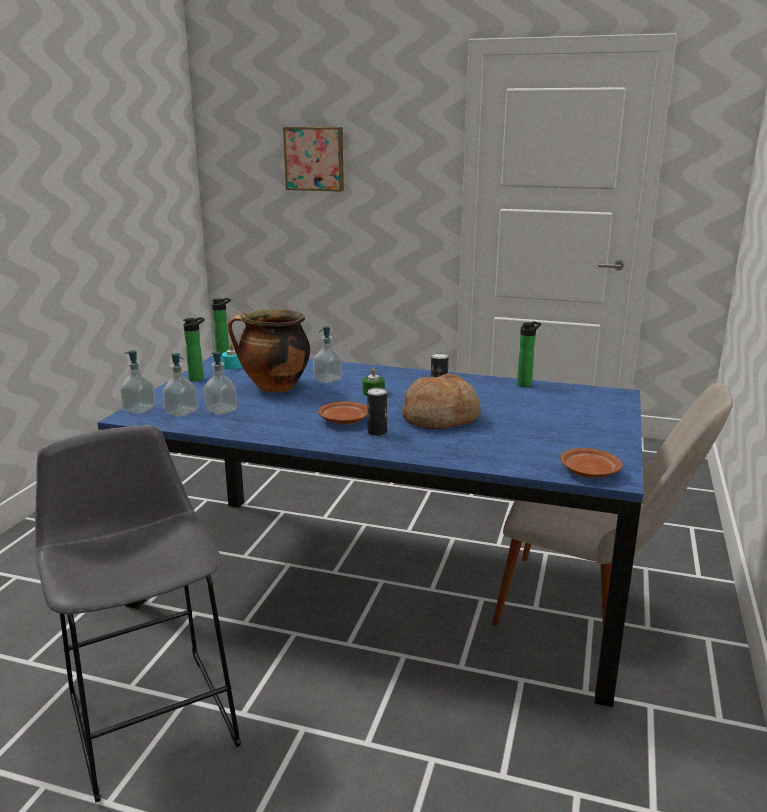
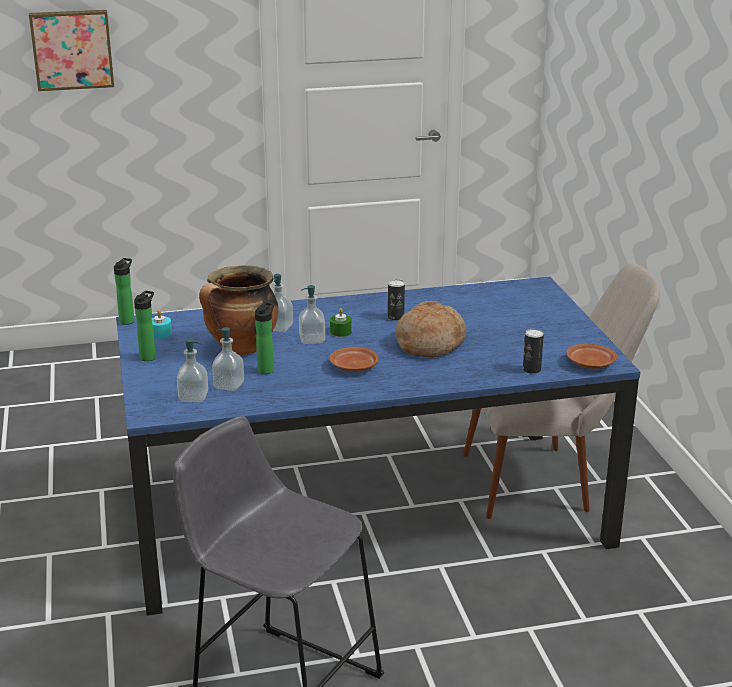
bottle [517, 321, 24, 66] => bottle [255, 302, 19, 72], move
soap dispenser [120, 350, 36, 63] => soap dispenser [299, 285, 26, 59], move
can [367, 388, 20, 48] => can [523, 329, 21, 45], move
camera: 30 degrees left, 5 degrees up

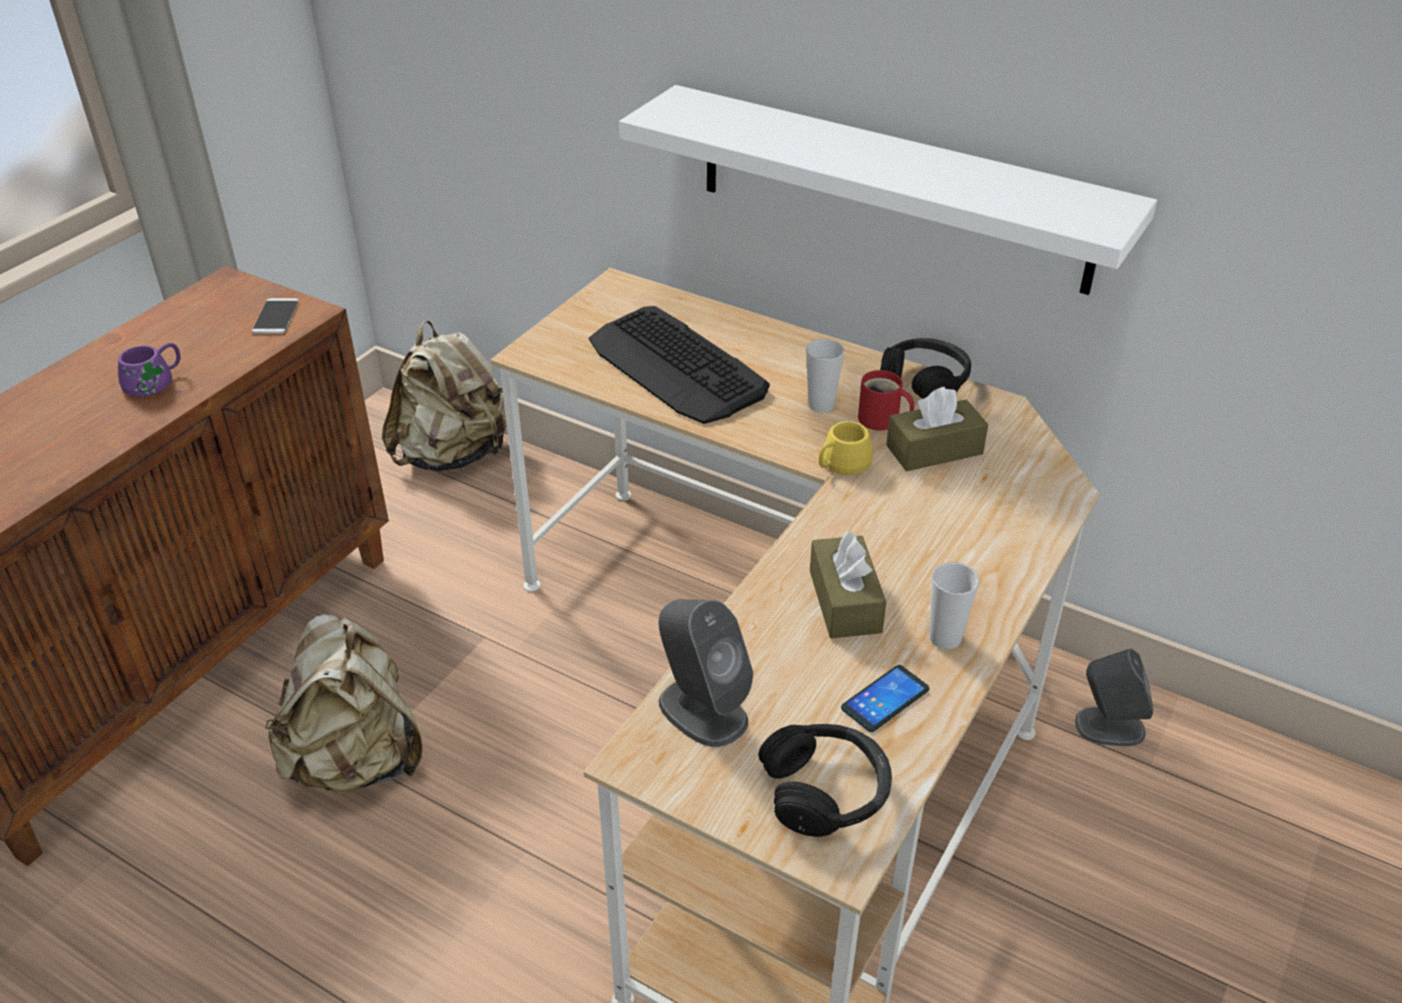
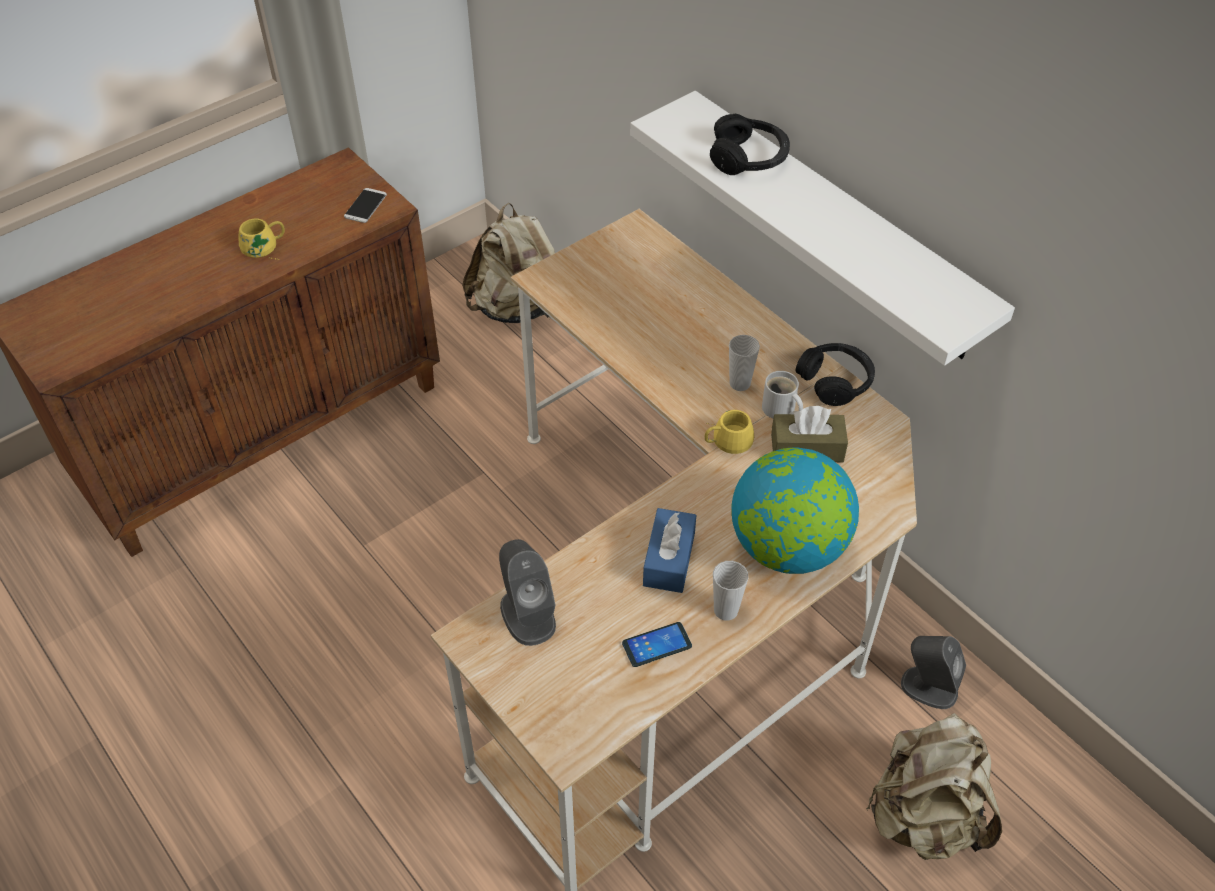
keyboard [589, 306, 181, 118] => nothing
purple mug [118, 343, 63, 54] => yellow mug [238, 219, 47, 41]
red mug [858, 370, 56, 60] => white mug [762, 371, 41, 48]
brown tissue box [810, 531, 76, 107] => blue tissue box [643, 508, 53, 85]
beige backpack [265, 614, 158, 181] => beige backpack [866, 713, 136, 147], move
black headphones [758, 724, 134, 113] => black headphones [710, 114, 80, 61], move
nothing => globe [731, 447, 128, 127]
camera: 20 degrees right, 10 degrees up

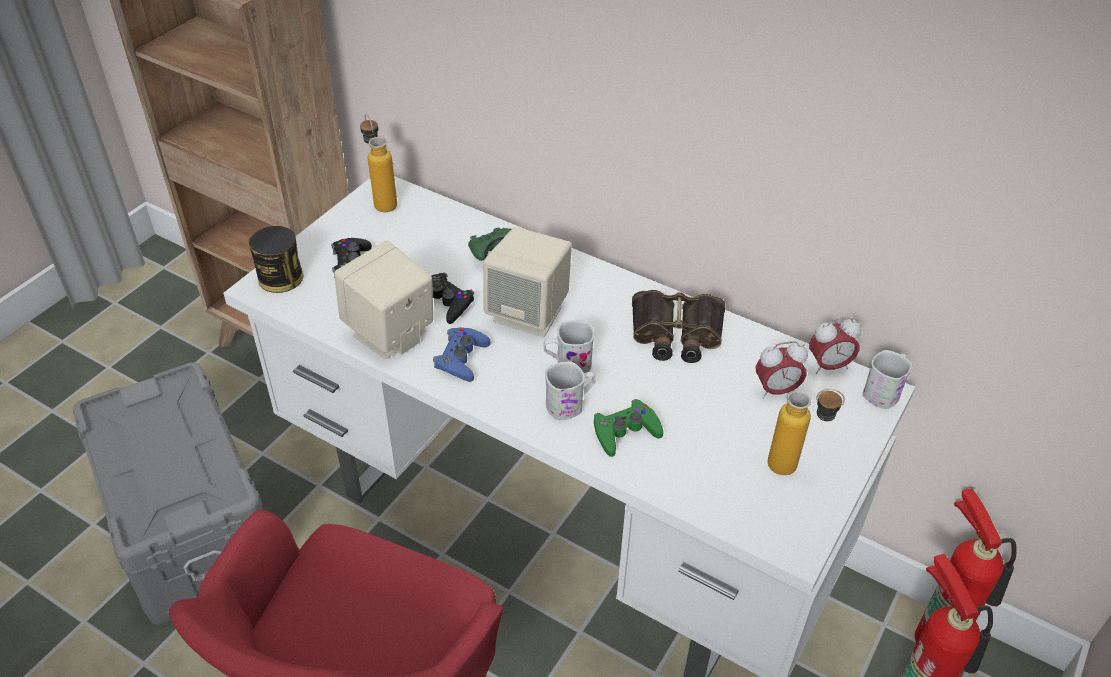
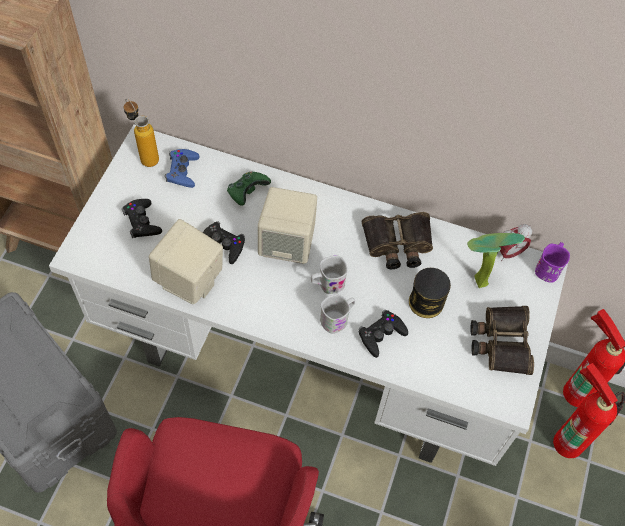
can [249, 226, 54, 67] => can [409, 268, 42, 50], move
blue game controller [433, 327, 58, 55] => blue game controller [165, 149, 34, 39], move
alarm clock [756, 341, 52, 58] => potted plant [467, 233, 58, 55]
white mug [863, 350, 49, 59] => purple mug [535, 242, 35, 41]
bottle [768, 389, 77, 86] => binoculars [471, 306, 63, 69]
green game controller [594, 399, 69, 58] => black game controller [359, 310, 49, 48]
camera: 15 degrees left, 15 degrees up

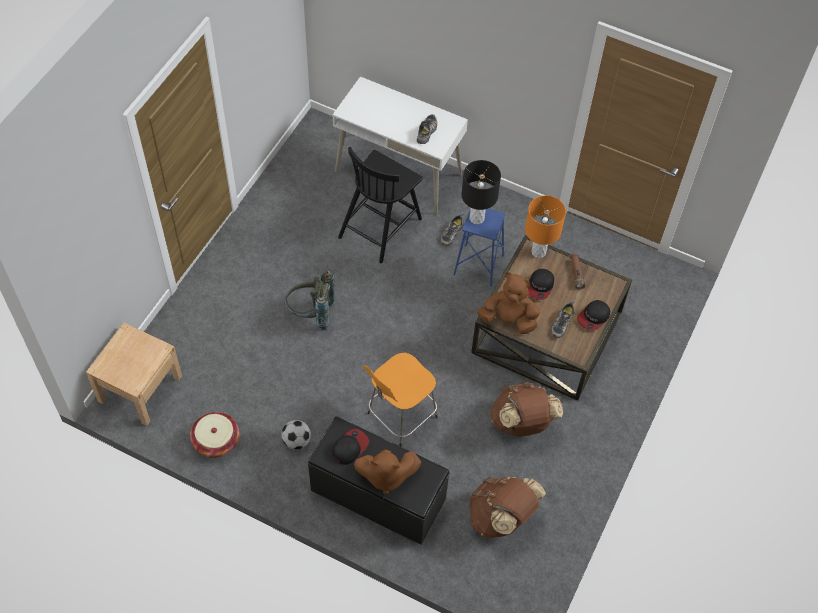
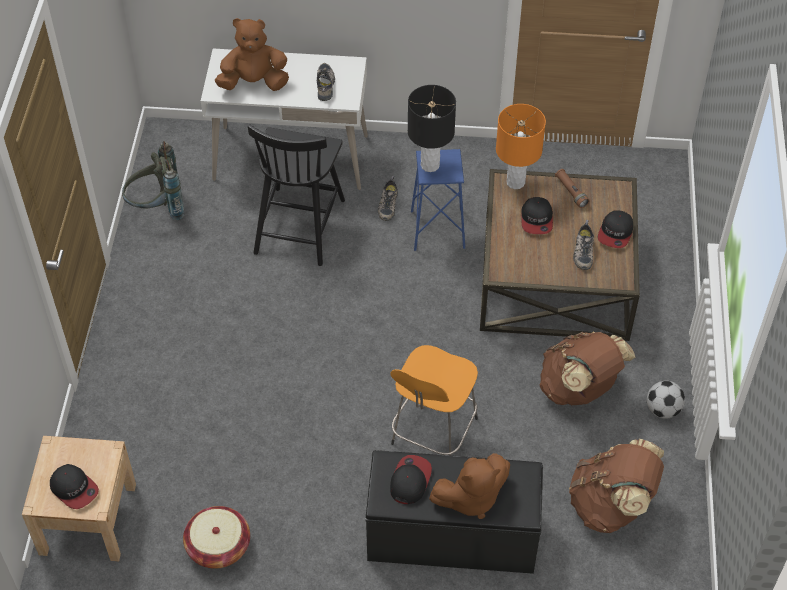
grey backpack [285, 271, 50, 59] => grey backpack [122, 141, 62, 79], move
brown plush toy [477, 273, 63, 61] => brown plush toy [215, 18, 74, 73], move
football [281, 420, 30, 30] => football [647, 381, 38, 37], move
nothing => cap [50, 464, 49, 45]
camera: 20 degrees left, 5 degrees down

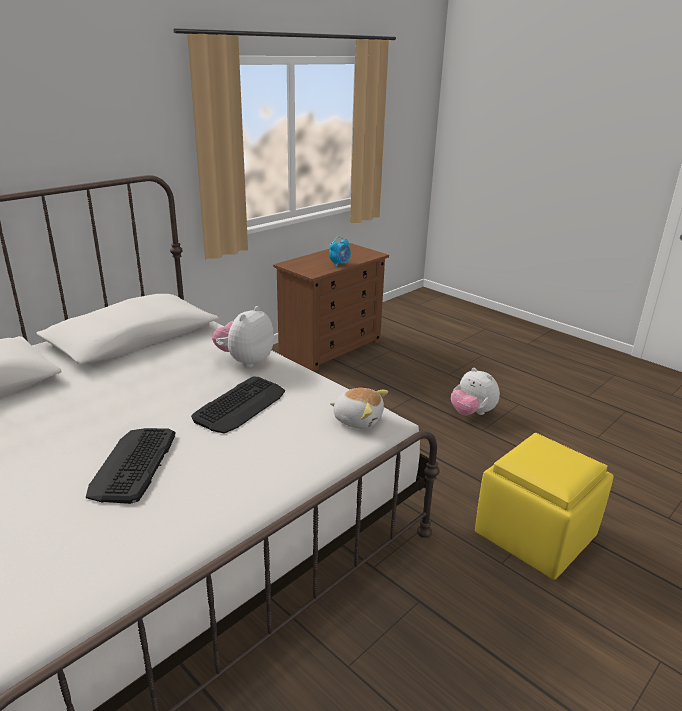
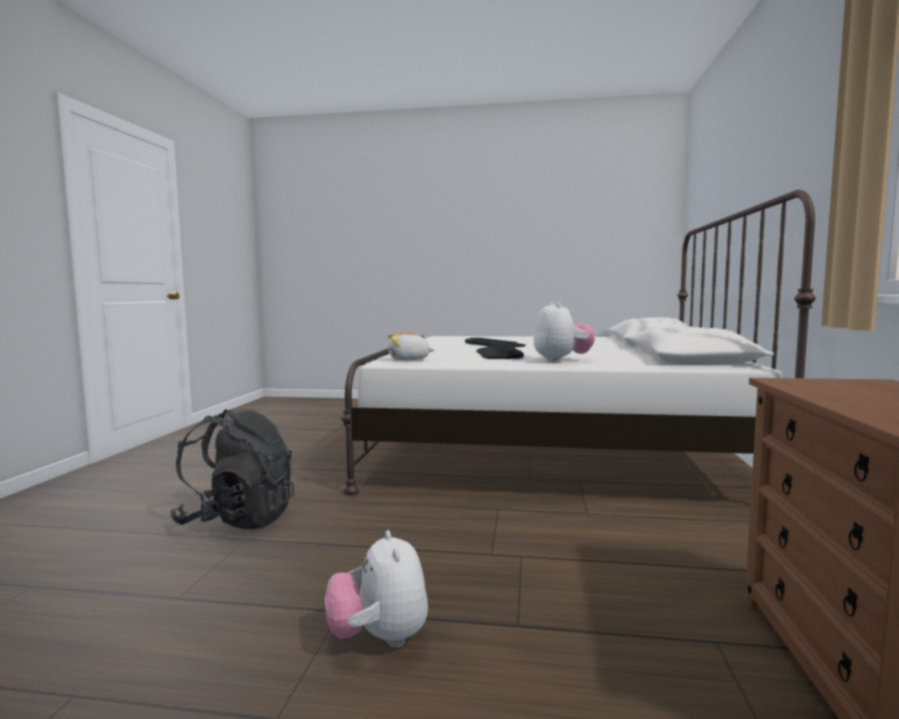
alarm clock [329, 236, 22, 31] => nothing
plush toy [451, 368, 49, 47] => plush toy [325, 530, 103, 118], 120 degrees counterclockwise
yellow ottoman [475, 433, 139, 147] => black backpack [170, 409, 125, 120]
camera: 145 degrees right, 20 degrees down

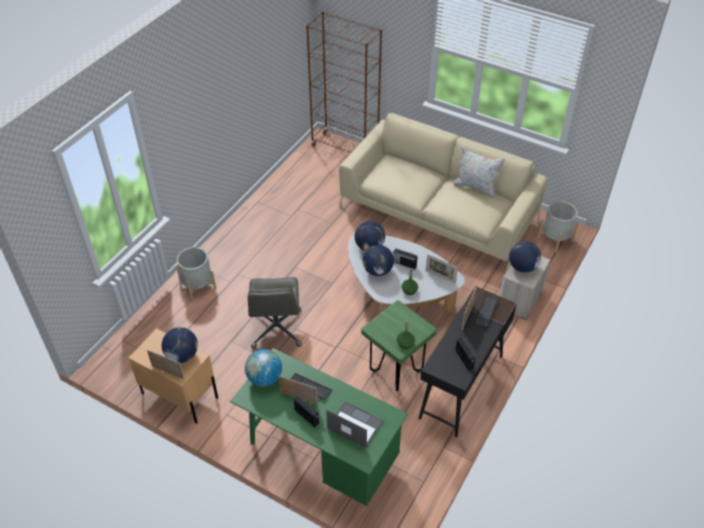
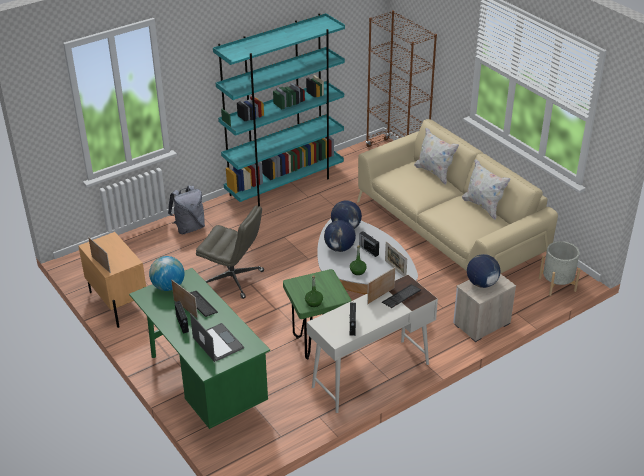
grey planter [176, 247, 40, 53] => grey backpack [168, 185, 37, 49]
grey office chair [248, 277, 54, 72] => grey office chair [196, 205, 68, 94], 90 degrees counterclockwise
black desk [419, 286, 98, 151] => white desk [307, 275, 131, 138]
globe [162, 327, 36, 36] => nothing
nothing => turquoise bookcase [213, 13, 132, 194]
nothing => white pillow [414, 128, 45, 57]
camera: 25 degrees right, 10 degrees down

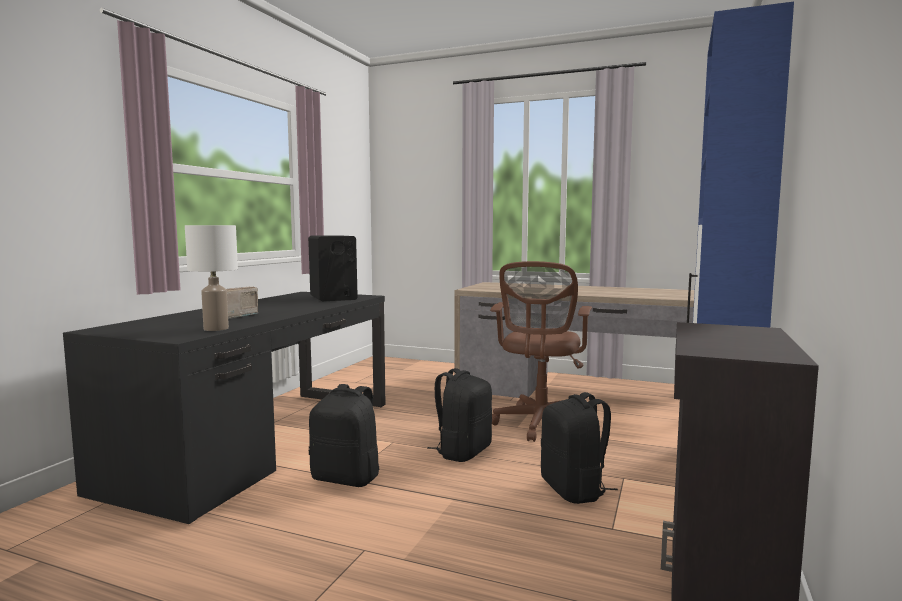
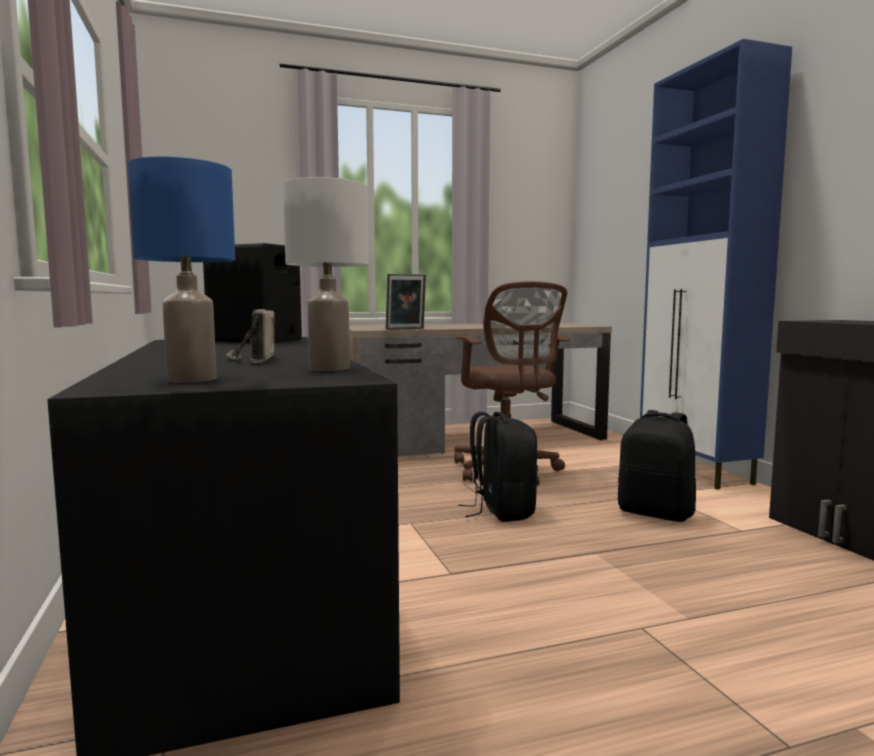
black backpack [309, 384, 71, 103] => nothing
nothing => blue table lamp [128, 157, 107, 226]
nothing => picture frame [386, 274, 40, 56]
camera: 40 degrees left, 0 degrees up

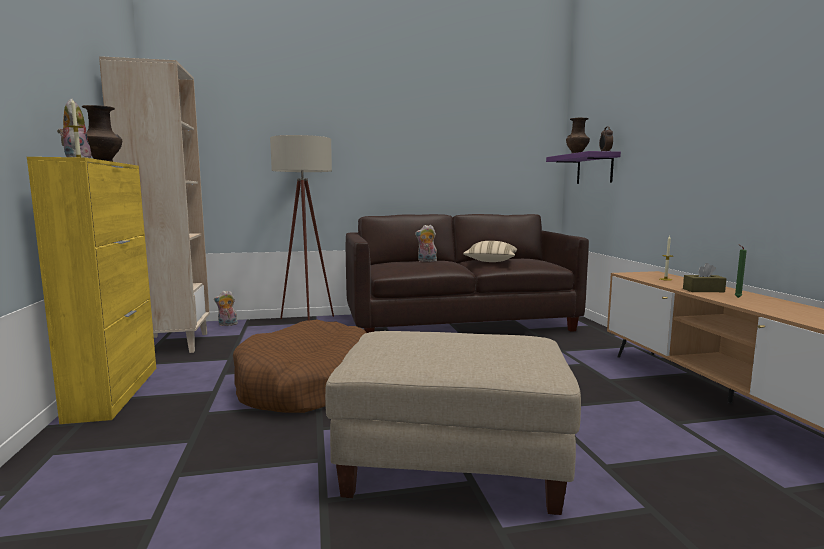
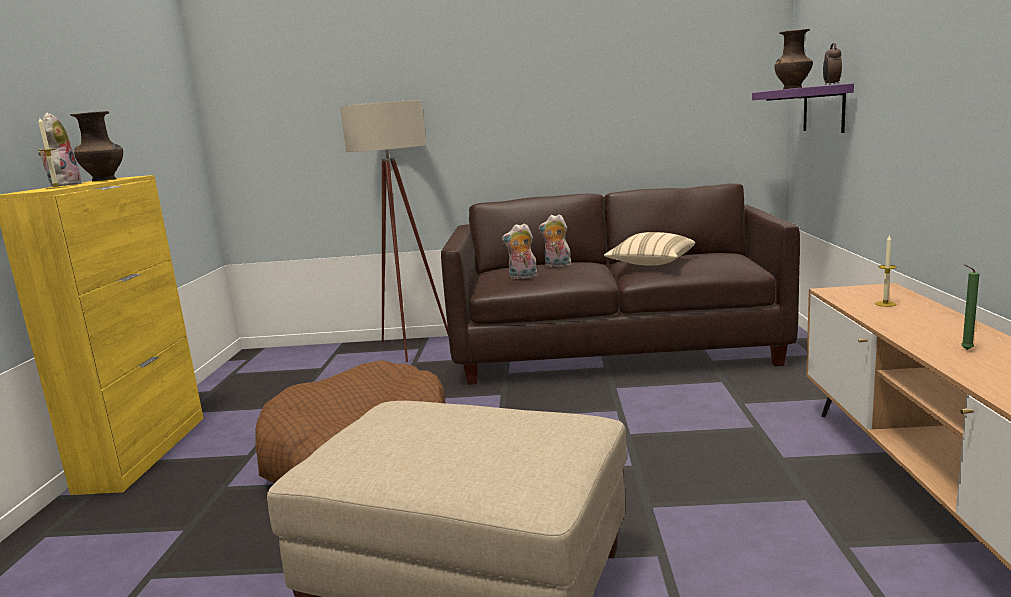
beige bookcase [99, 56, 111, 297] => nothing
brown tissue box [683, 263, 44, 29] => nothing
plush toy [214, 290, 24, 36] => plush toy [502, 223, 36, 56], move
camera: 15 degrees right, 5 degrees up

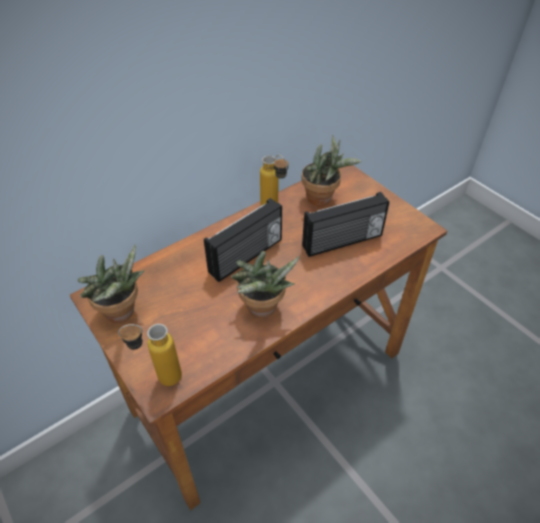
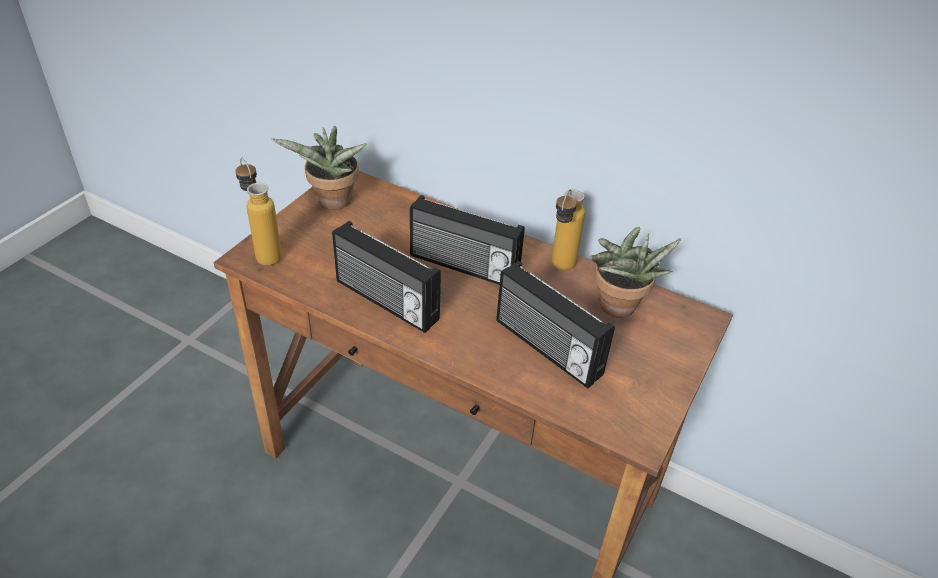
potted plant [231, 251, 69, 67] => radio [332, 221, 109, 112]
camera: 65 degrees right, 5 degrees down

